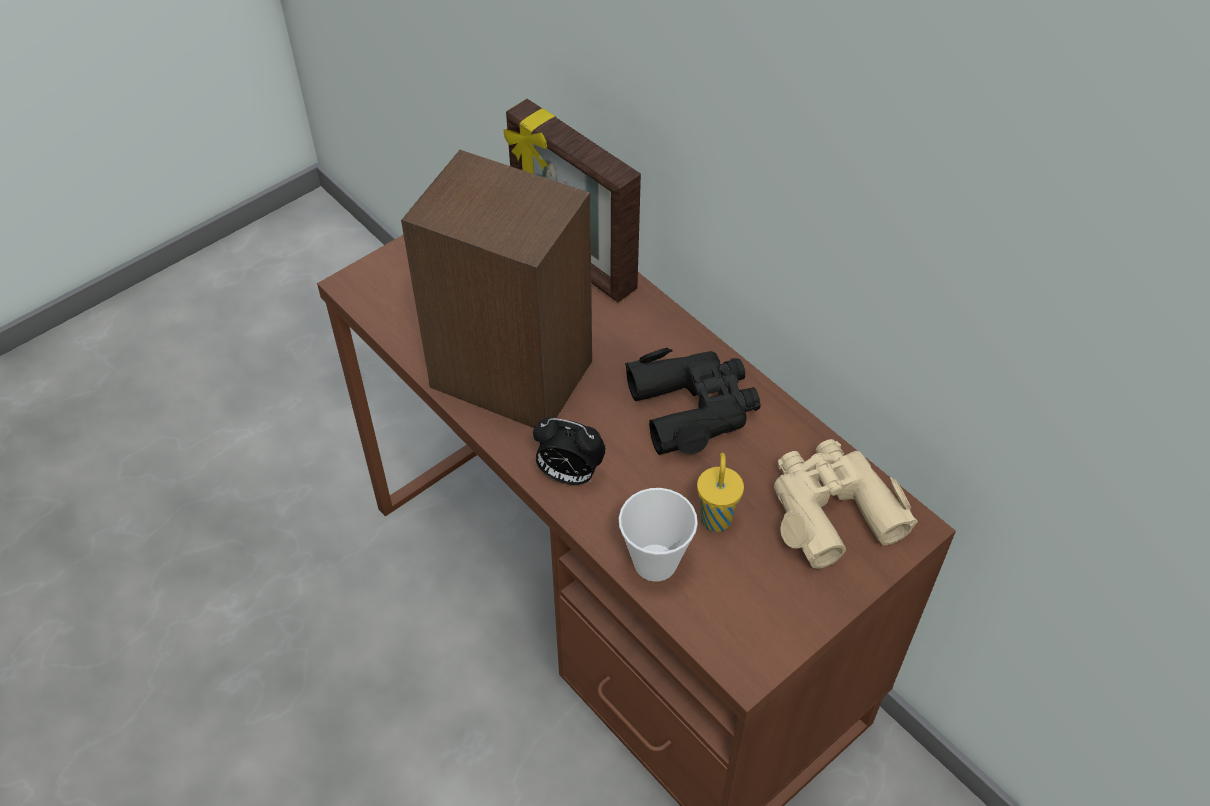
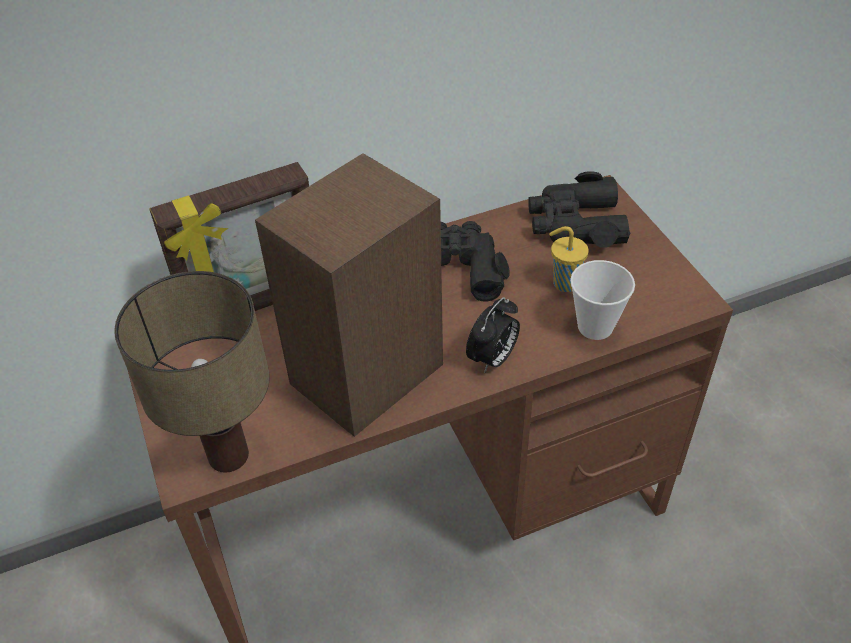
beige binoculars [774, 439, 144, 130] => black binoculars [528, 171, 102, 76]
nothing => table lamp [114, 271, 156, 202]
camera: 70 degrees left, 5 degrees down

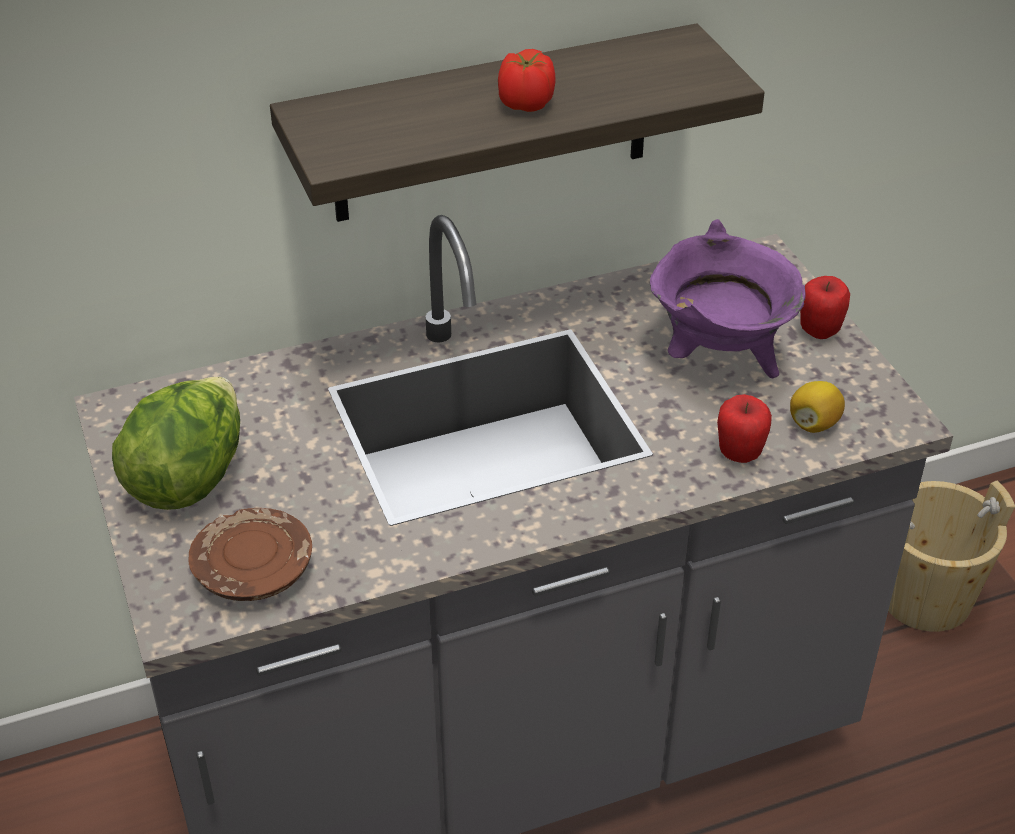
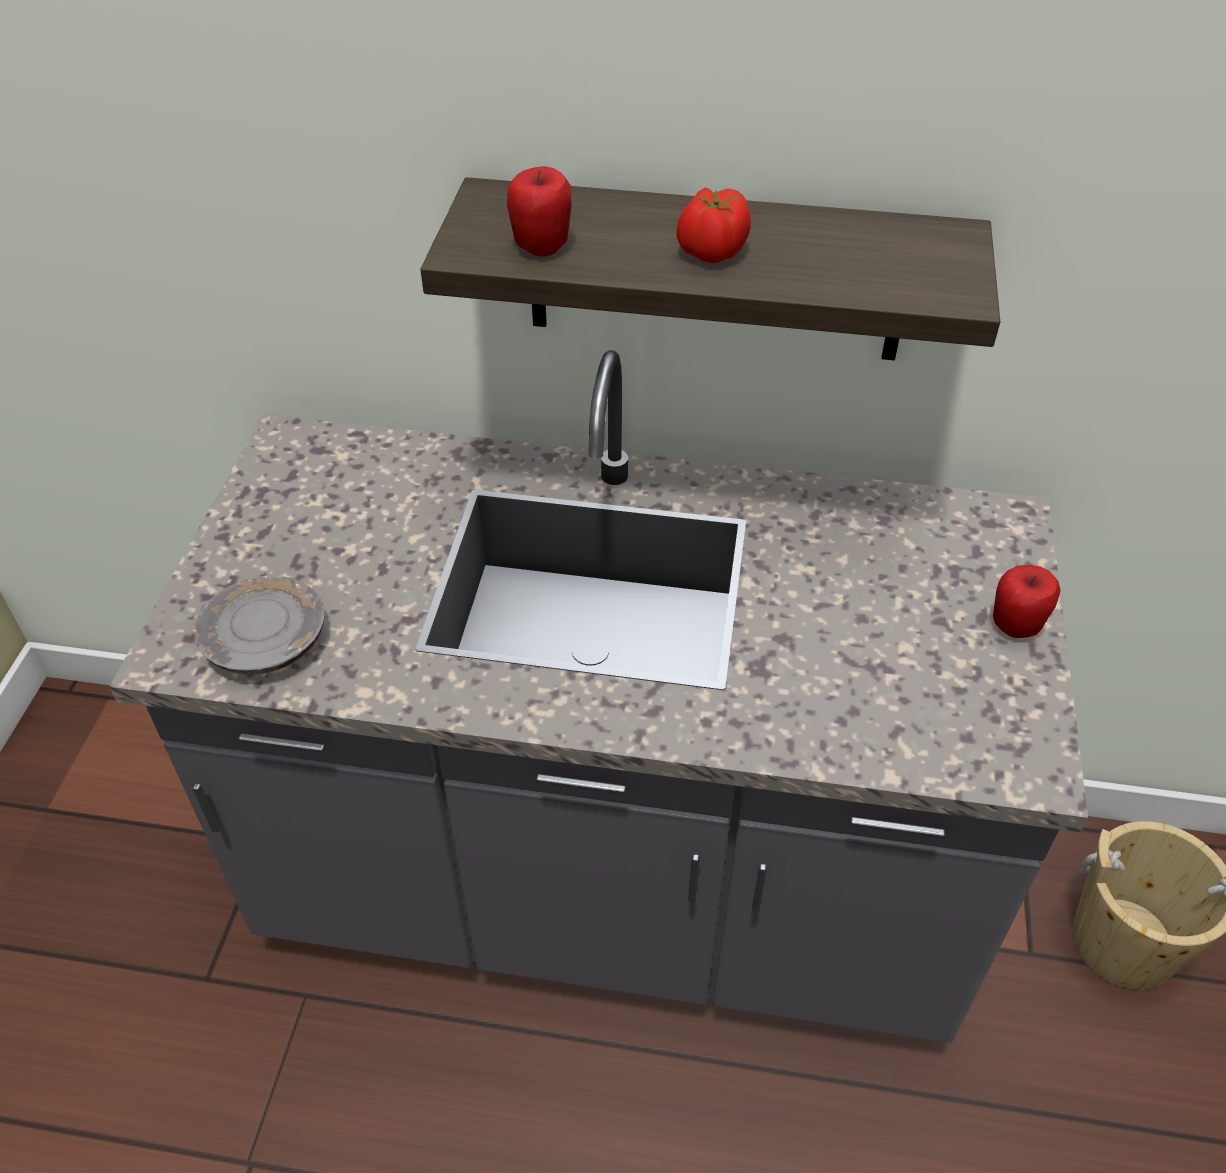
purple cooking pot [650, 219, 155, 159] => nothing
lettuce [112, 377, 128, 133] => nothing
lemon [790, 381, 55, 52] => nothing
apple [717, 394, 55, 69] => apple [507, 166, 65, 90], move
brown plate [188, 508, 124, 93] => grey plate [194, 576, 131, 98]
camera: 30 degrees right, 5 degrees up

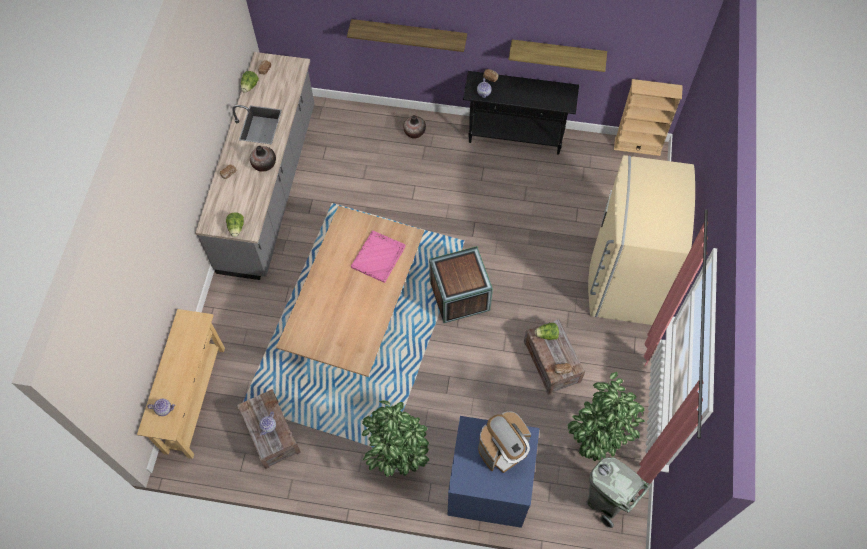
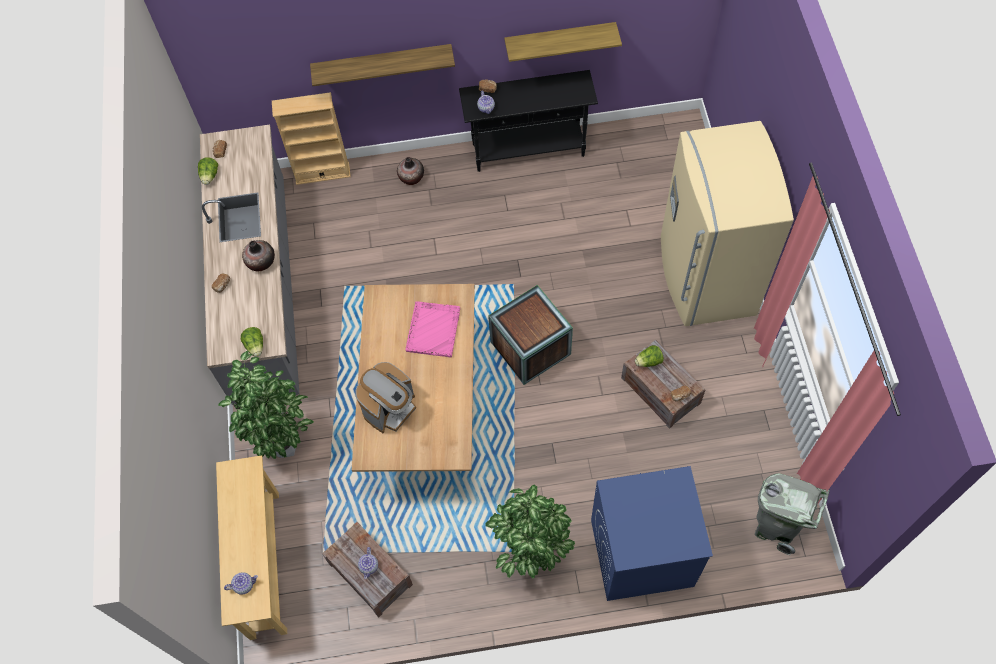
beige bookcase [614, 79, 69, 77] => beige bookcase [272, 92, 79, 93], move
potted plant [567, 372, 78, 89] => potted plant [218, 351, 96, 108], move
coffee machine [478, 411, 53, 62] => coffee machine [355, 362, 61, 71], move
camera: 15 degrees left, 0 degrees up

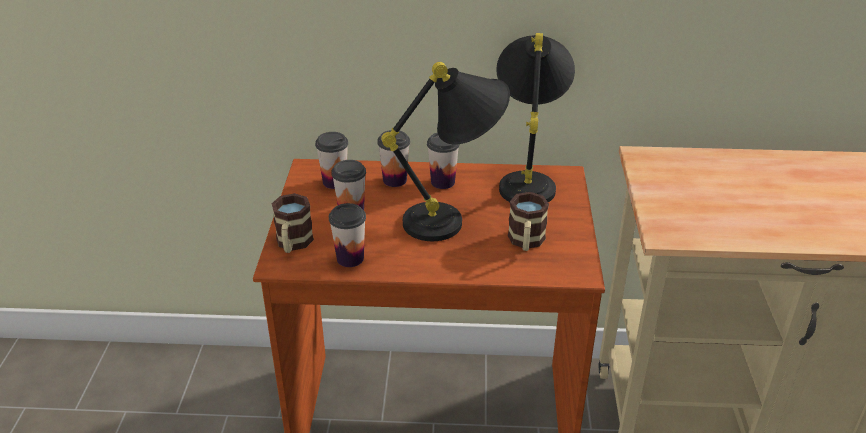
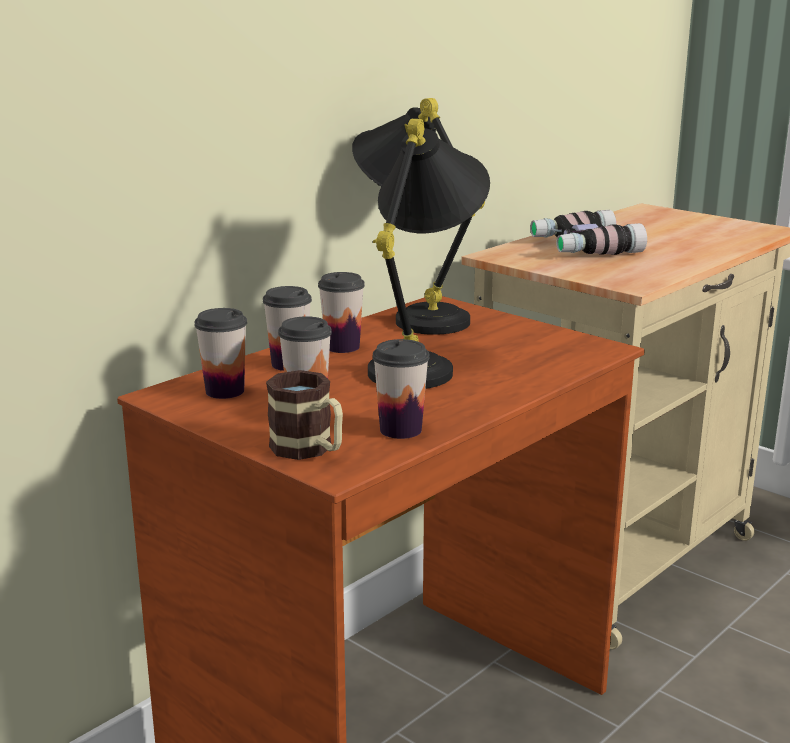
mug [508, 192, 41, 59] => nothing
nothing => binoculars [530, 210, 117, 45]
camera: 50 degrees left, 15 degrees down

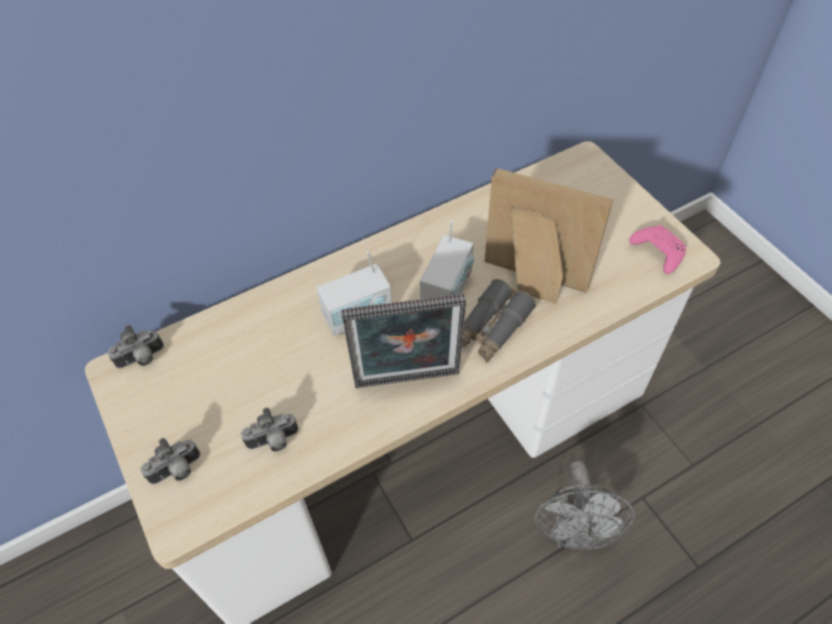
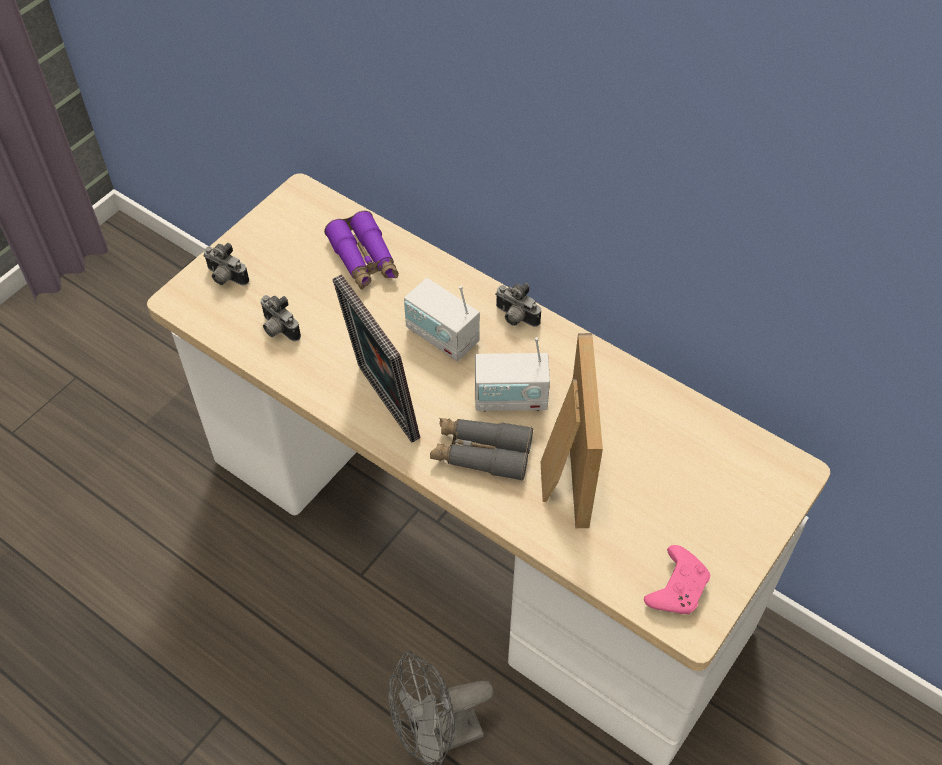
photo camera [108, 325, 56, 44] => photo camera [495, 283, 46, 44], move
nothing => purple binoculars [324, 211, 75, 79]
camera: 65 degrees right, 0 degrees up

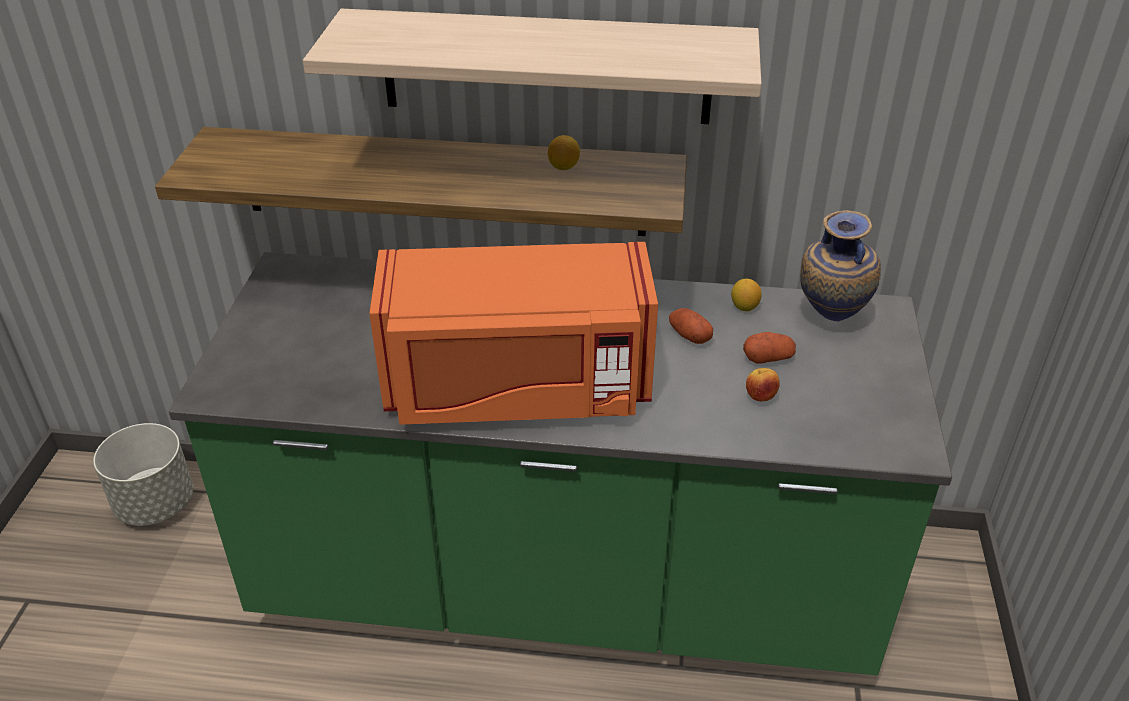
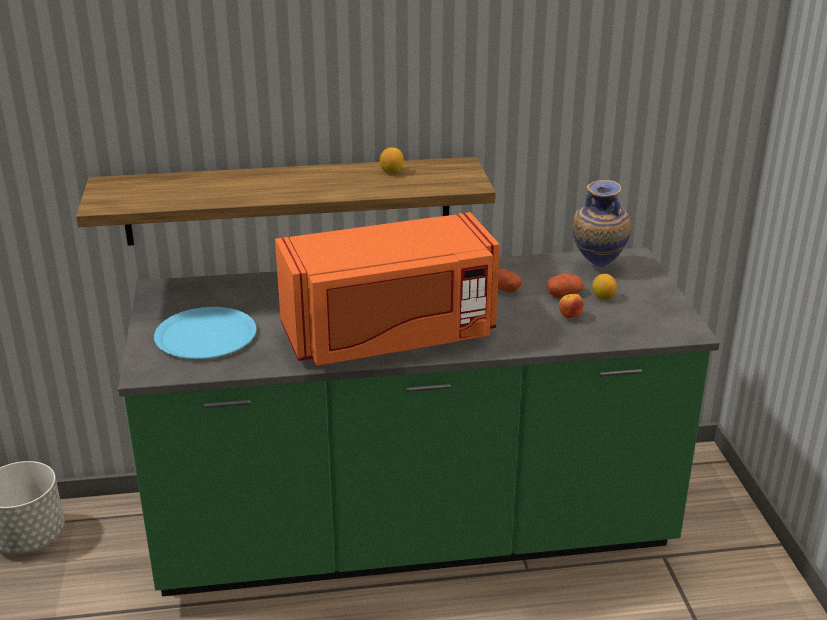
shelf [303, 9, 459, 115] => nothing
lemon [731, 279, 31, 32] => lemon [592, 274, 25, 26], move
nothing => blue plate [154, 307, 103, 52]
camera: 15 degrees left, 10 degrees down

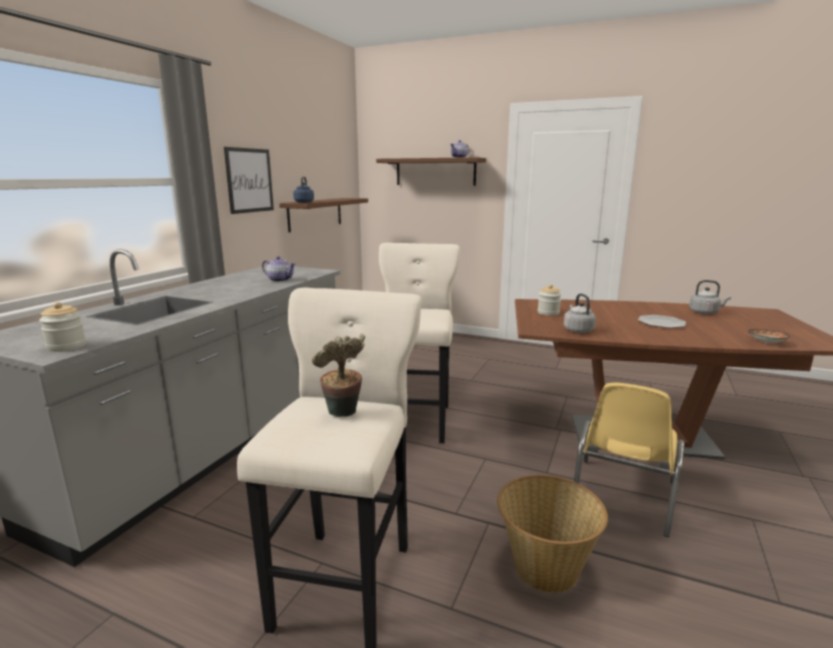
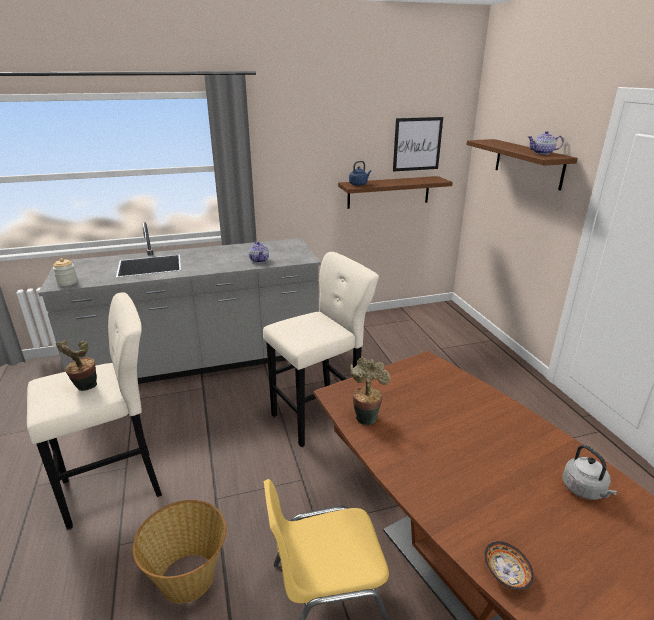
picture [224, 147, 50, 67] => picture [393, 117, 50, 55], move
jar [538, 284, 23, 32] => nothing
grey kettle [564, 293, 32, 40] => potted plant [350, 357, 41, 68]
plate [638, 315, 48, 13] => nothing
camera: 50 degrees right, 10 degrees up

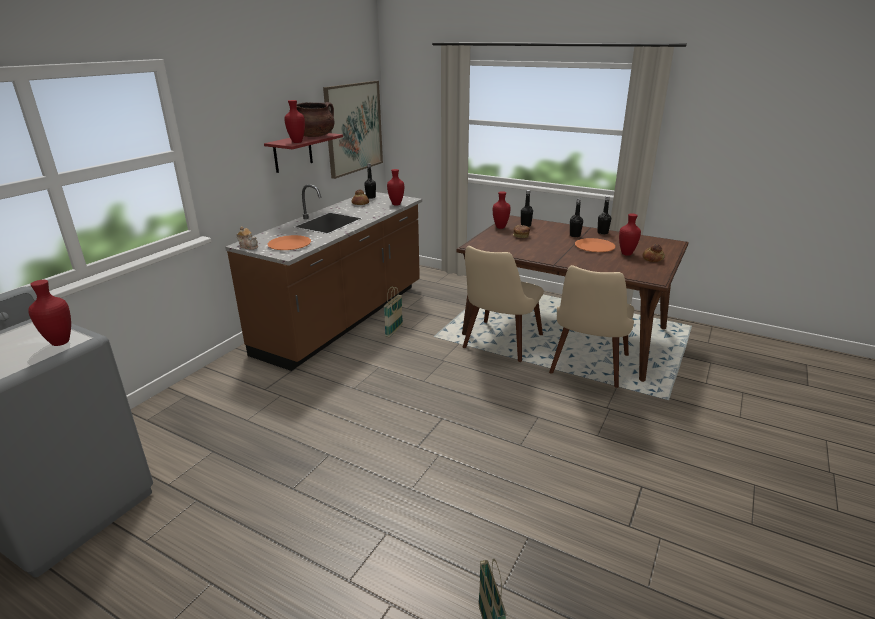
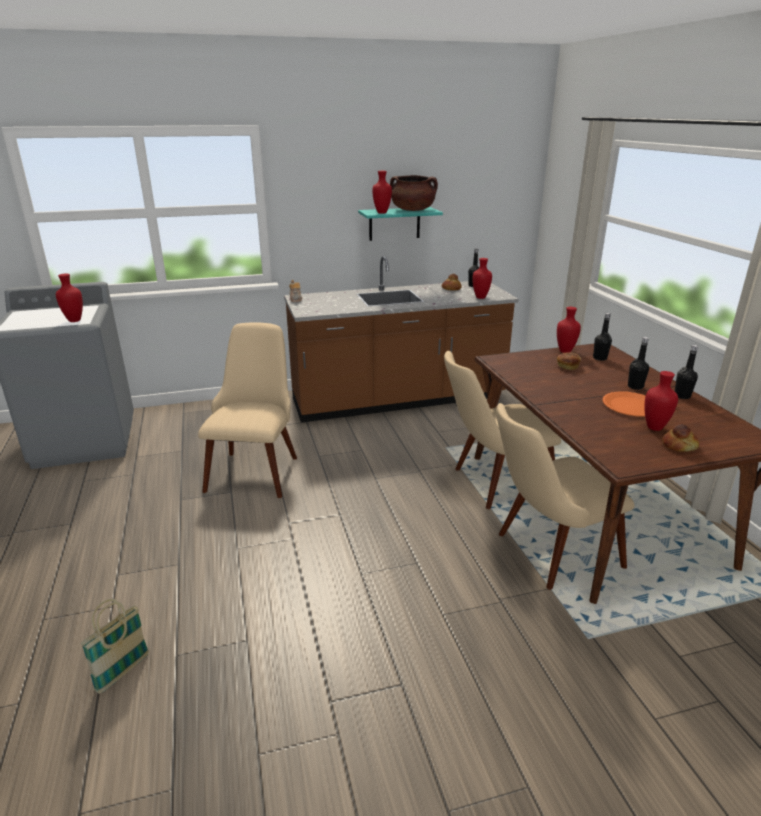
picture [323, 81, 60, 98] => nothing
red shelf [264, 133, 79, 40] => turquoise shelf [358, 207, 85, 34]
orange plate [268, 235, 43, 15] => nothing
basket [384, 286, 19, 51] => nothing
nothing => beige chair [198, 322, 99, 176]
camera: 45 degrees right, 0 degrees up

